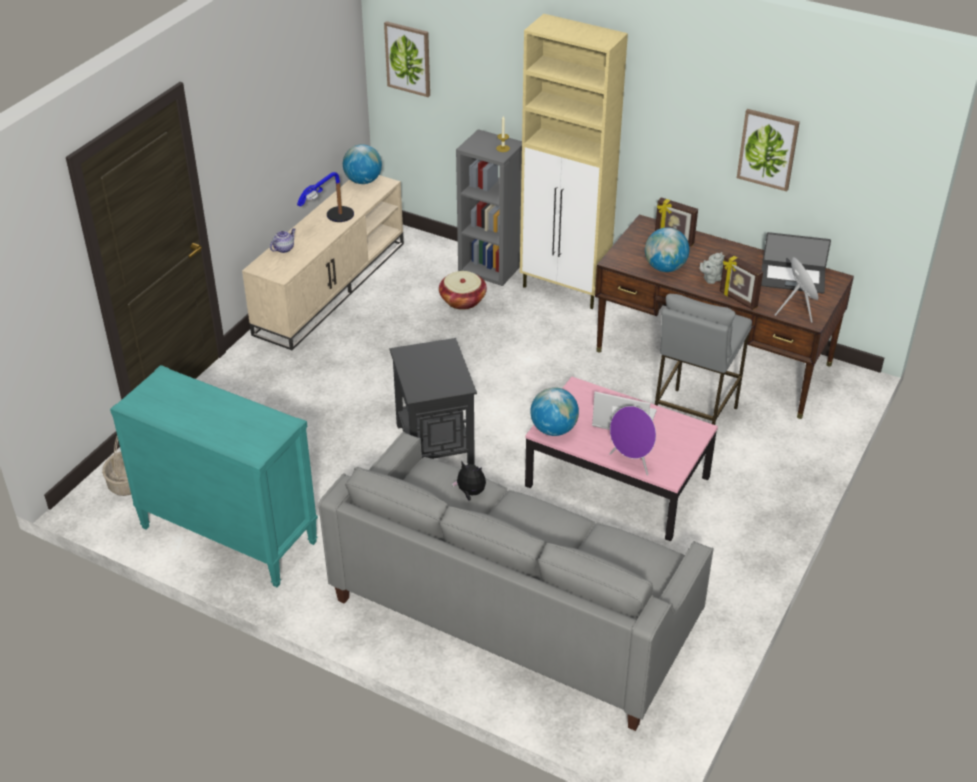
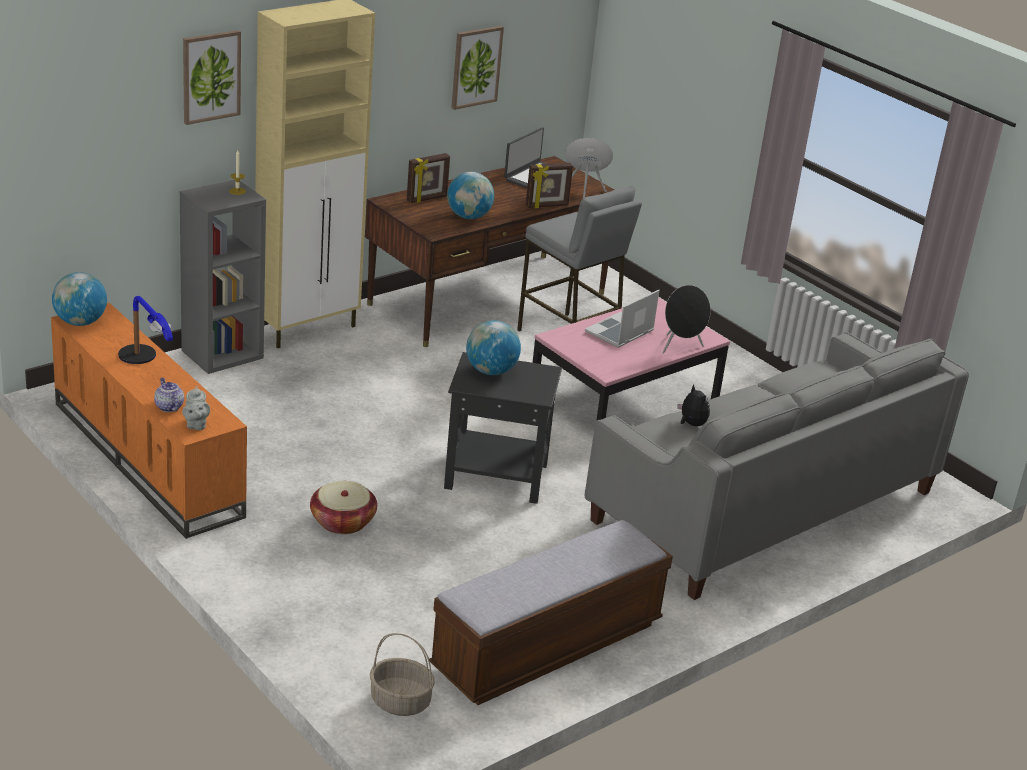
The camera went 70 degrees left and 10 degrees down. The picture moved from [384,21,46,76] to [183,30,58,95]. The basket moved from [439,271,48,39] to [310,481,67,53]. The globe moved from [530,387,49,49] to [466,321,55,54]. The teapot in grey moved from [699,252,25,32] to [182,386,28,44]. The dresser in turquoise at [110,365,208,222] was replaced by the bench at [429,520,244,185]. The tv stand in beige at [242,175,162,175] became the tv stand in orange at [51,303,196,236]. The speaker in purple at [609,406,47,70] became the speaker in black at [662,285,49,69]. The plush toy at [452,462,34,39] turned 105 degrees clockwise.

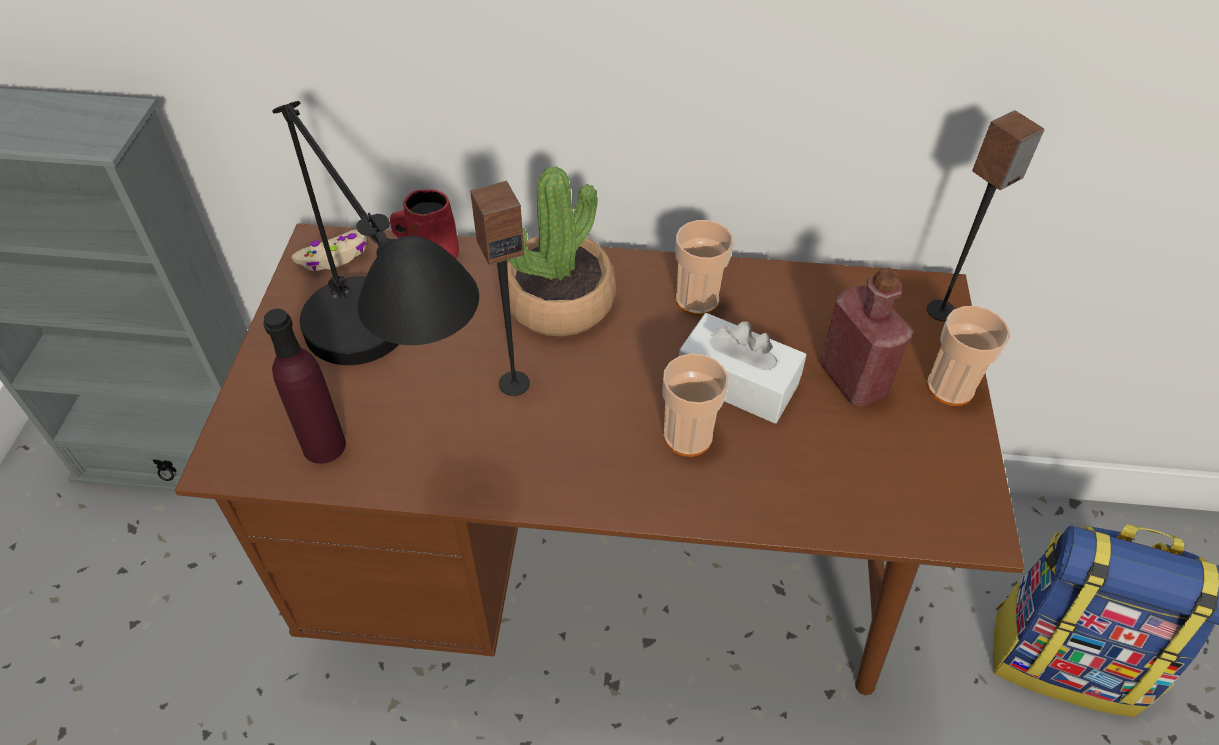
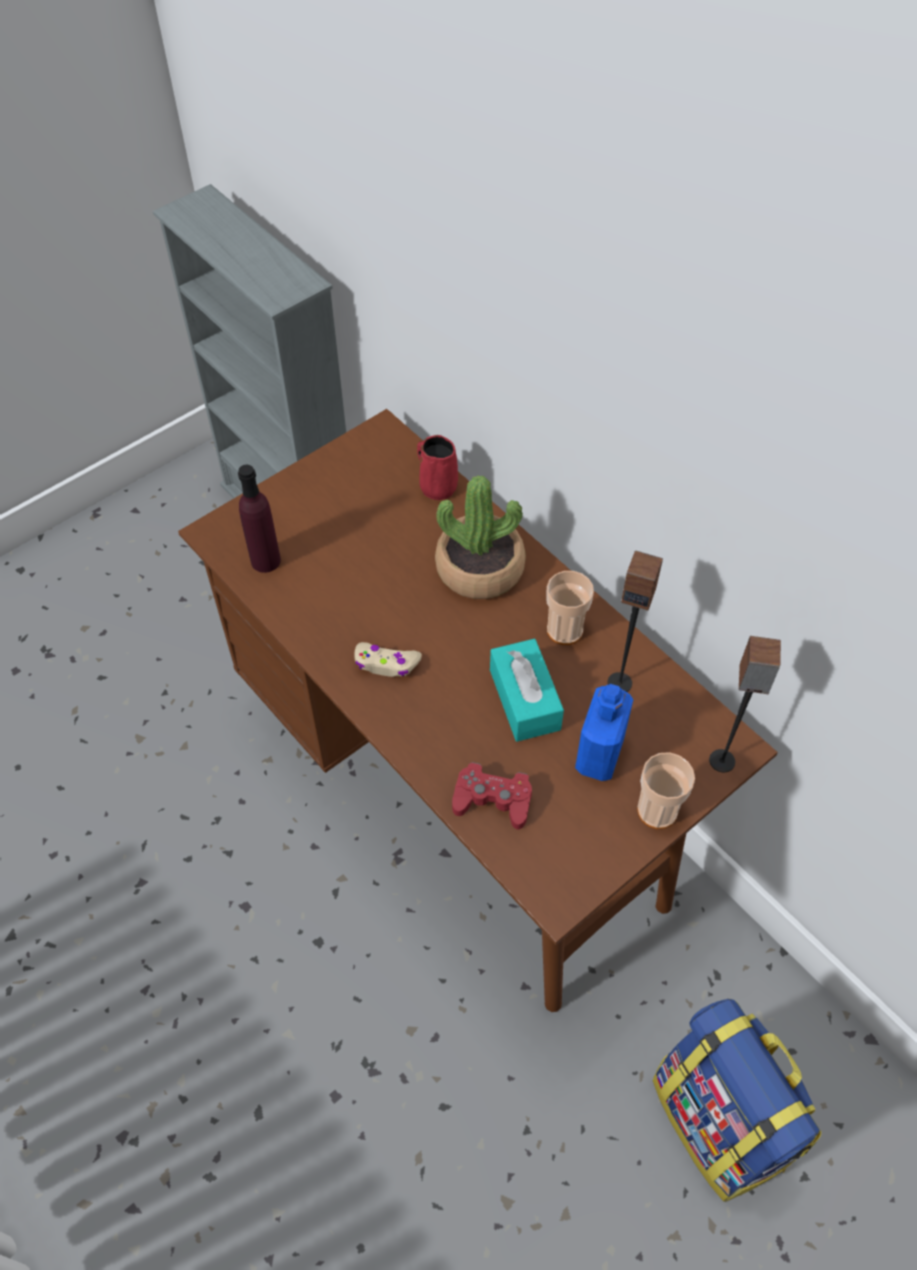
The camera went 45 degrees right and 5 degrees up. The table lamp in black at [272,101,207,264] disappeared. The cup at [662,353,66,104] disappeared. The game controller in red at [452,762,80,67] appeared. The game controller in beige moved from [291,229,76,42] to [355,642,67,35]. The speaker moved from [470,181,60,215] to [607,550,56,142]. The tissue box in white at [679,313,127,110] became the tissue box in turquoise at [490,639,74,103]. The bottle in red at [820,268,93,138] became the bottle in blue at [575,684,58,97].

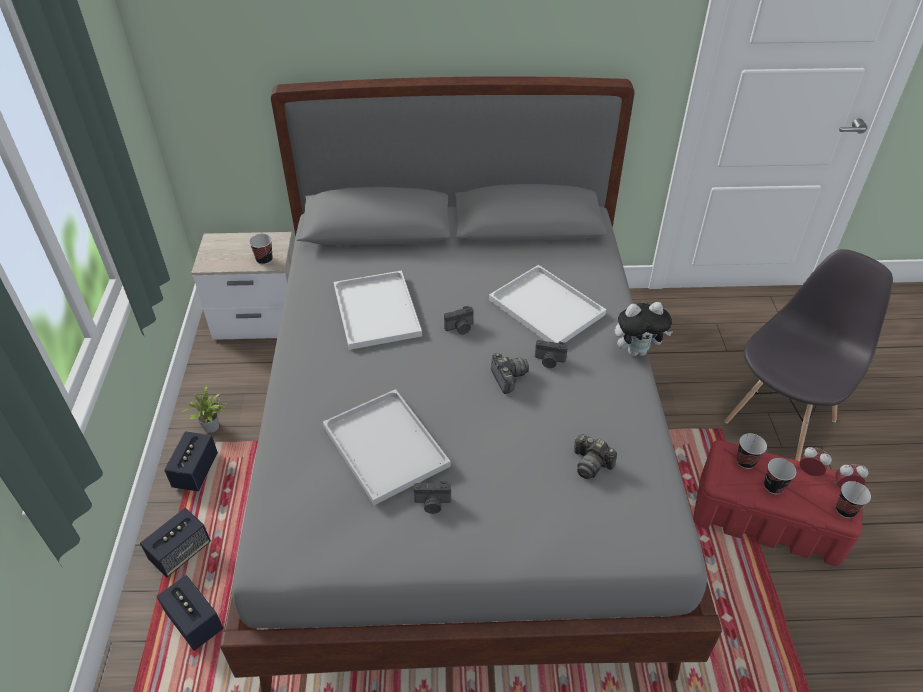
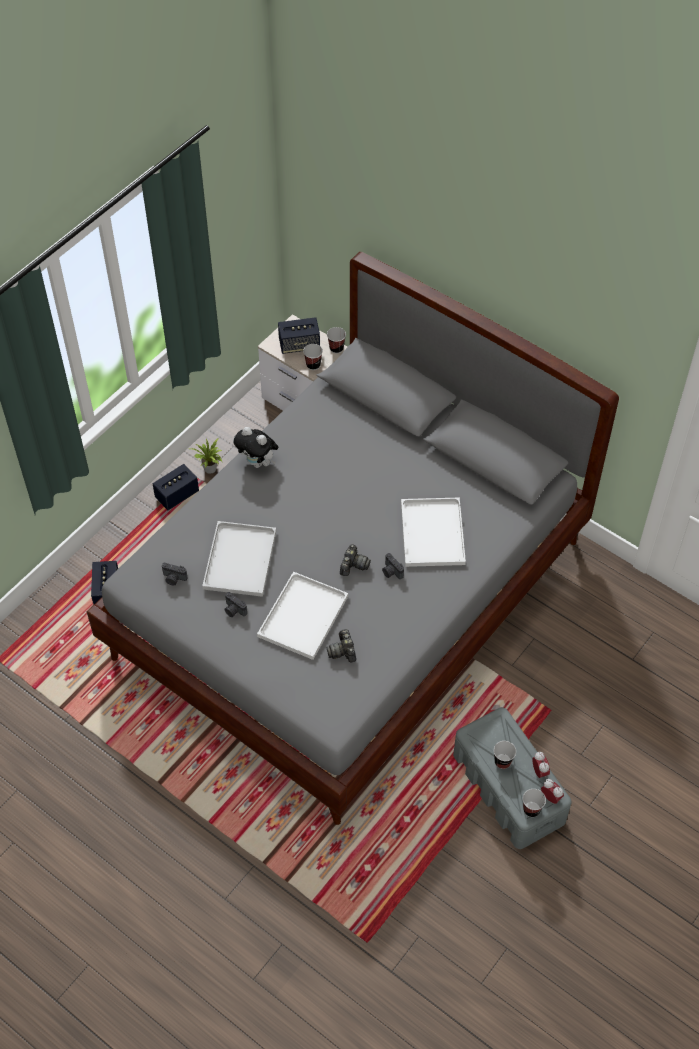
The camera went 40 degrees right and 10 degrees up. The chair in grey at [725,249,168,212] disappeared. The speaker moved from [140,508,71,69] to [278,317,42,37]. The tray in white moved from [334,271,88,79] to [257,572,91,88]. The photo camera moved from [444,306,30,29] to [162,562,26,24]. The plush toy moved from [615,302,58,54] to [234,427,44,41]. The cup moved from [736,433,31,36] to [327,327,19,27]. The storage box in red at [693,440,169,126] became the storage box in grey at [453,707,119,142].

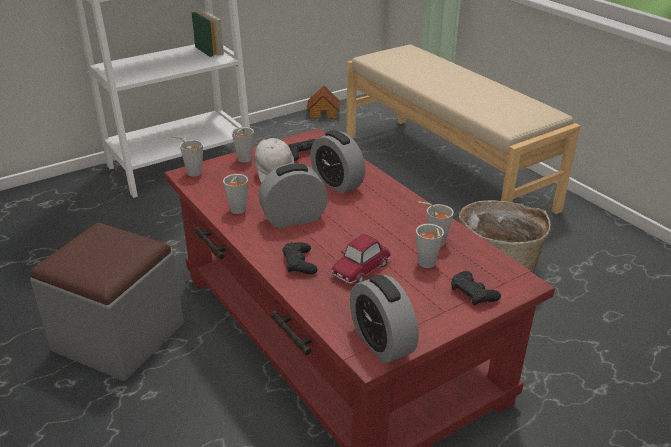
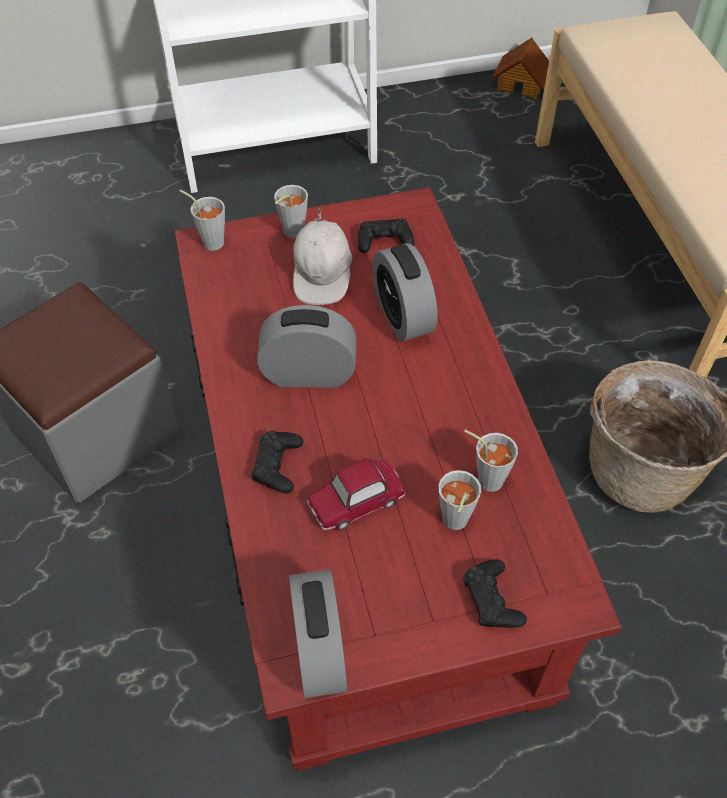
The camera went 20 degrees right and 20 degrees up. The cup in grey at [223,174,25,40] disappeared.

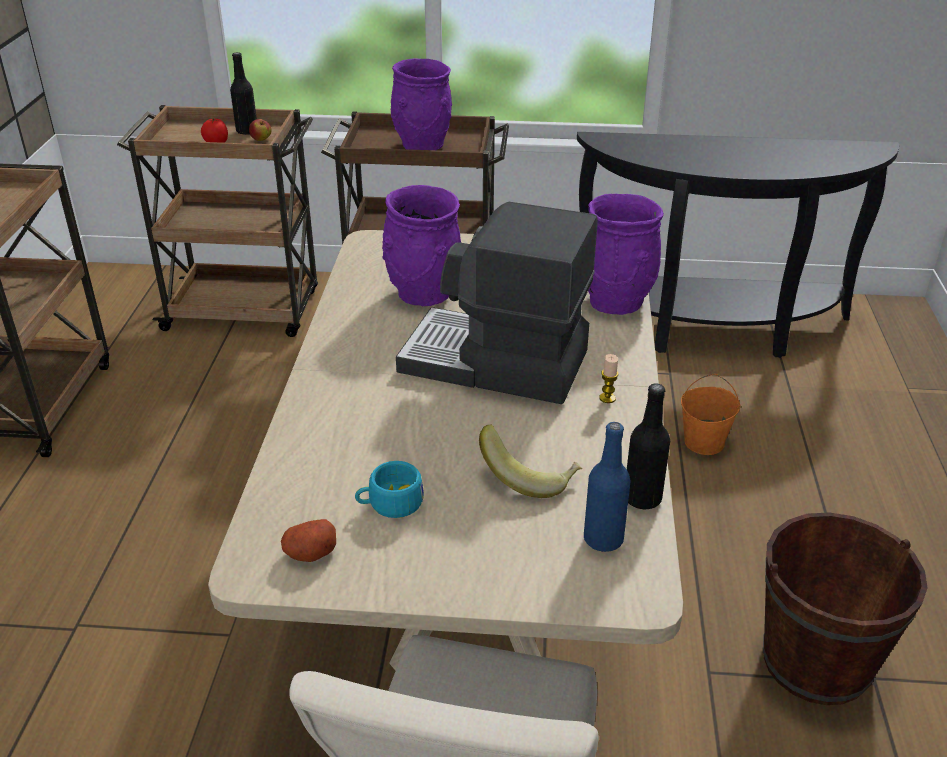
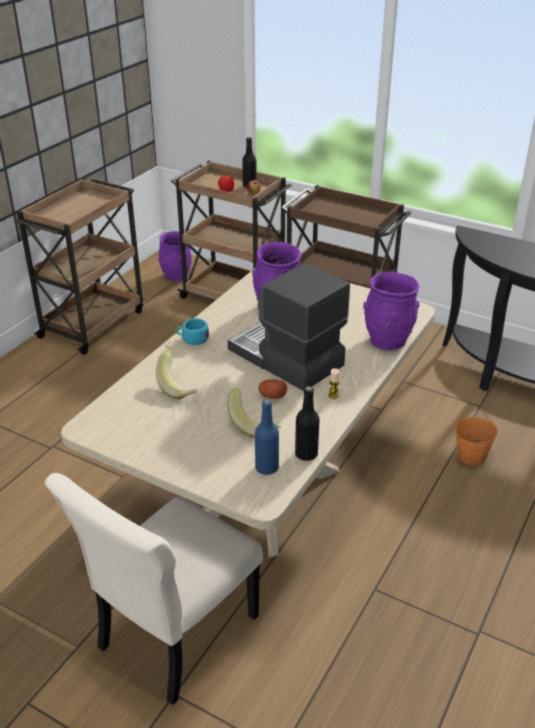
The camera went 25 degrees right and 0 degrees up. The bucket in brown at [763,512,165,193] disappeared. The banana at [156,350,41,49] appeared. The potato moved from [281,519,55,43] to [258,379,29,20]. The cup in turquoise moved from [355,461,69,57] to [175,318,34,27]. The vase in purple moved from [391,59,61,91] to [158,231,34,51].

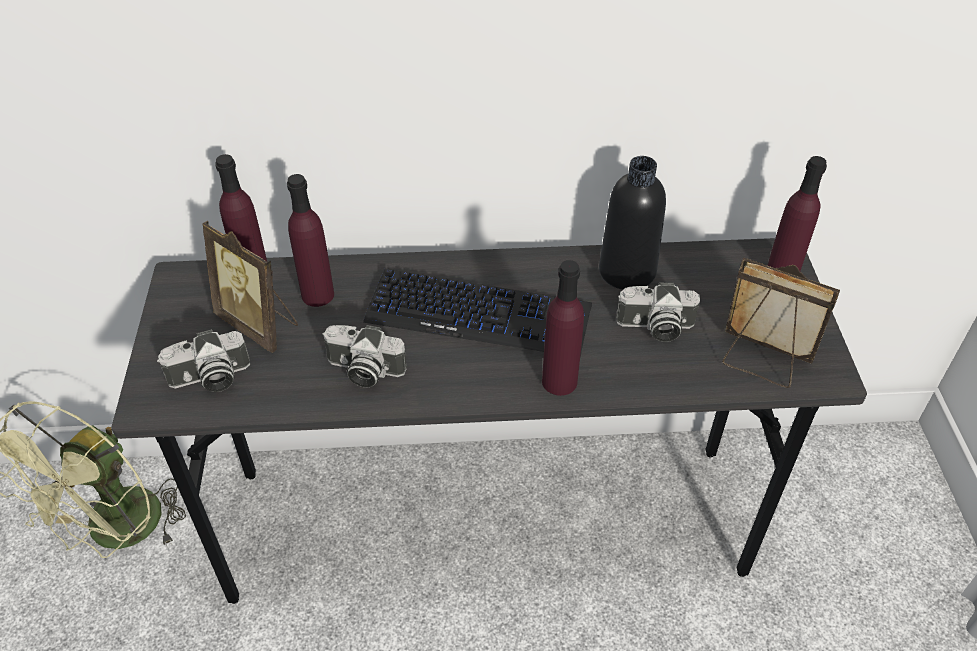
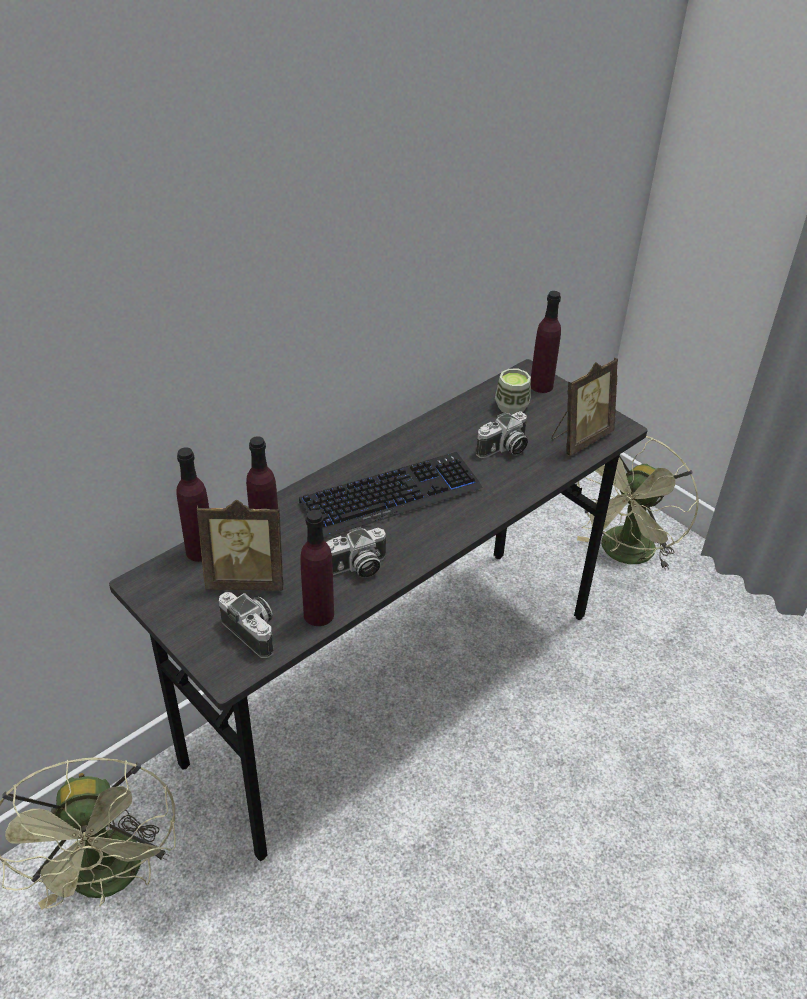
The camera went 40 degrees left and 5 degrees down. The bottle in black at [599,156,67,134] disappeared. The cup at [495,369,36,46] appeared. The fan in green at [577,436,122,134] appeared. The bottle in purple moved from [542,260,42,136] to [300,510,34,116]. The photo camera at [157,329,93,63] turned 75 degrees counterclockwise. The picture frame at [722,257,118,131] turned 150 degrees clockwise.

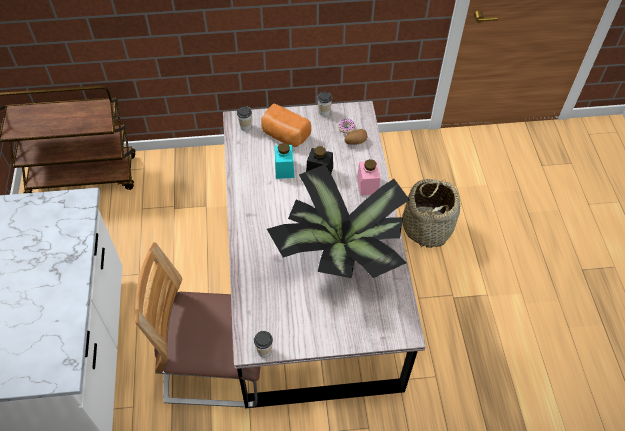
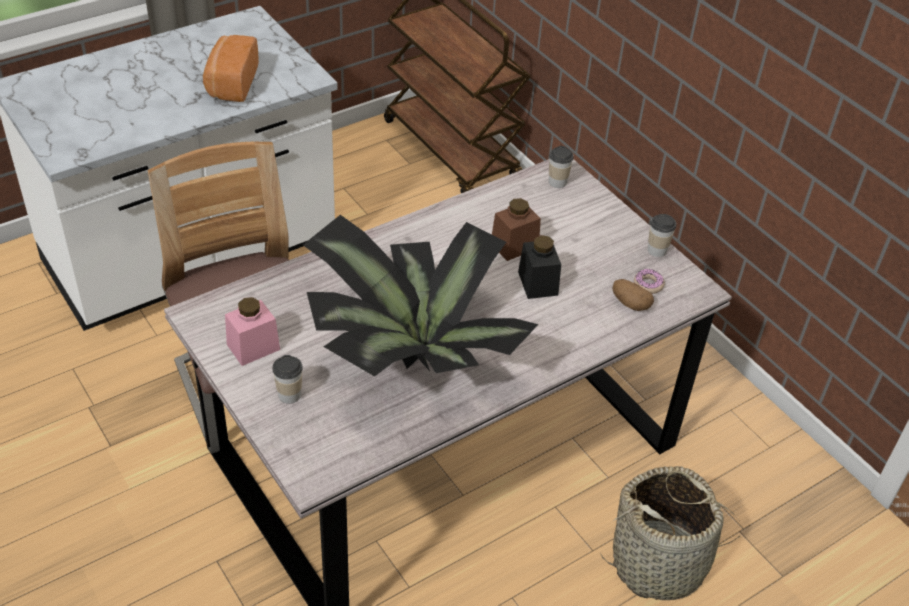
The camera went 60 degrees right and 10 degrees down. The cup moved from [254,331,19,27] to [272,355,31,49]. The bread moved from [261,103,50,44] to [203,35,56,67]. The jar in pink moved from [357,159,23,37] to [225,297,55,69]. The jar in turquoise at [275,143,20,36] became the jar in brown at [492,198,49,63].

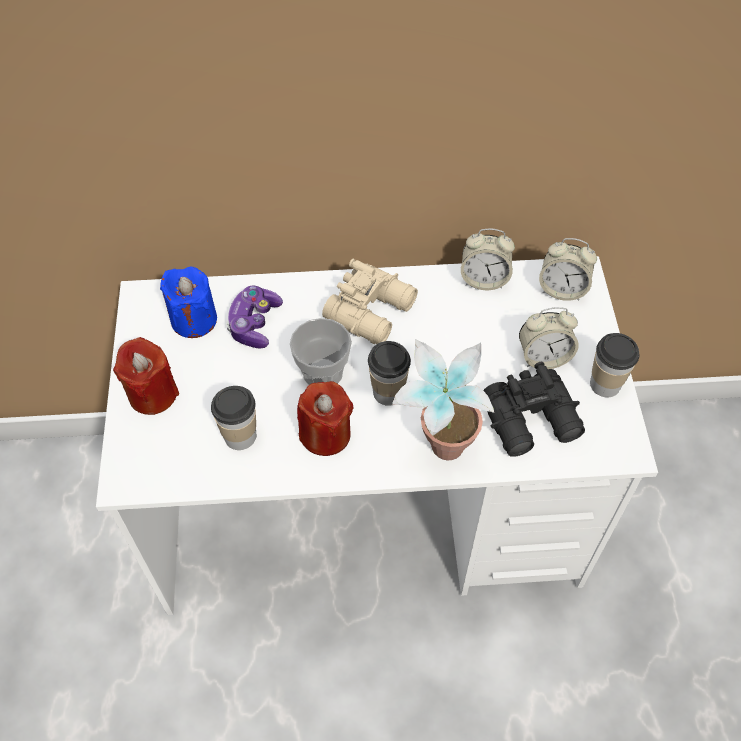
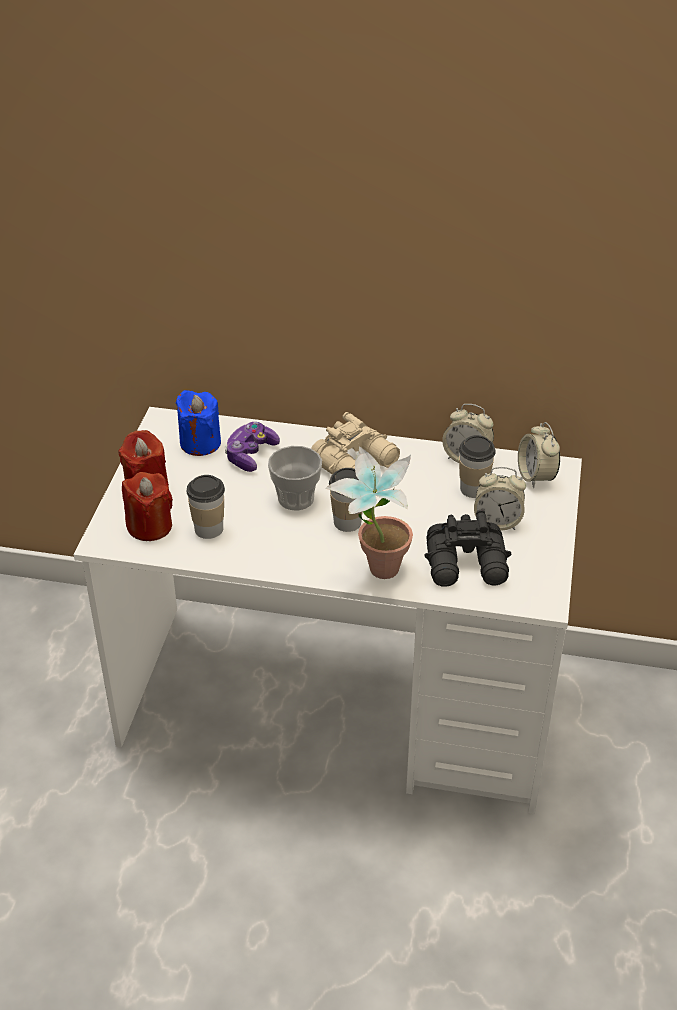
The camera went 15 degrees right and 15 degrees down. The candle in red moved from [297,381,57,75] to [122,472,51,69]. The cup moved from [590,333,49,64] to [459,435,37,63]. The alarm clock at [539,238,58,63] turned 45 degrees clockwise.

